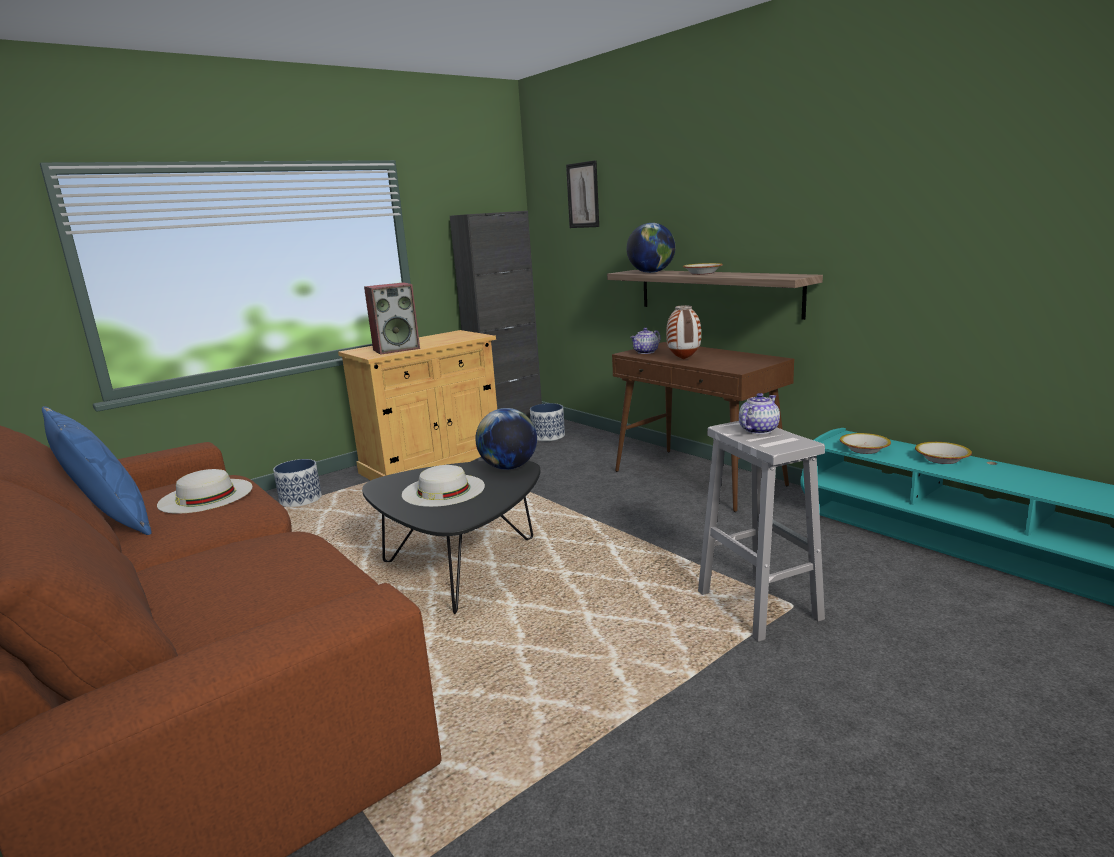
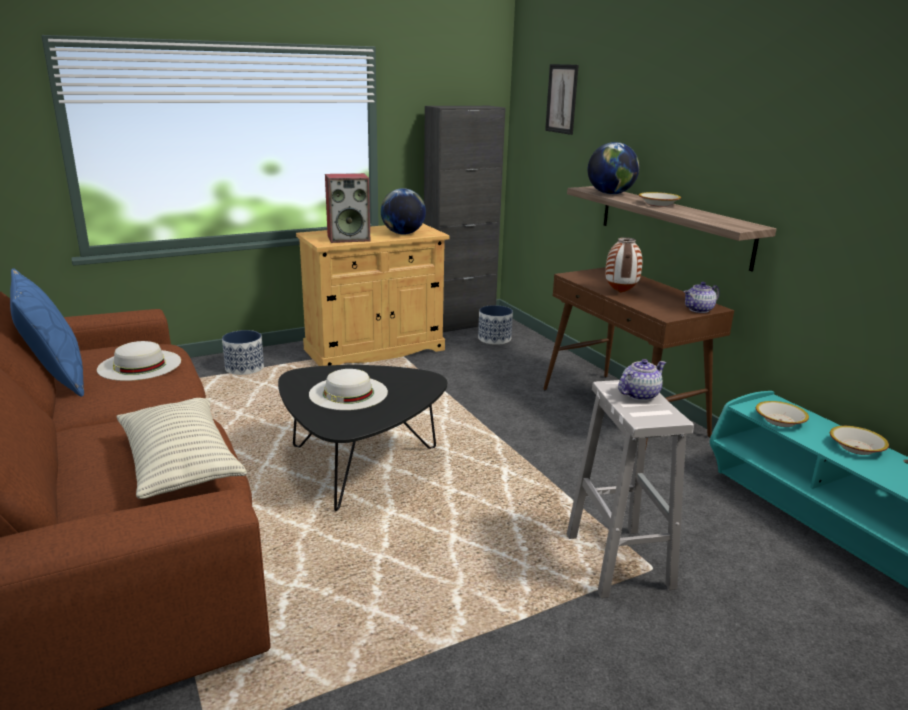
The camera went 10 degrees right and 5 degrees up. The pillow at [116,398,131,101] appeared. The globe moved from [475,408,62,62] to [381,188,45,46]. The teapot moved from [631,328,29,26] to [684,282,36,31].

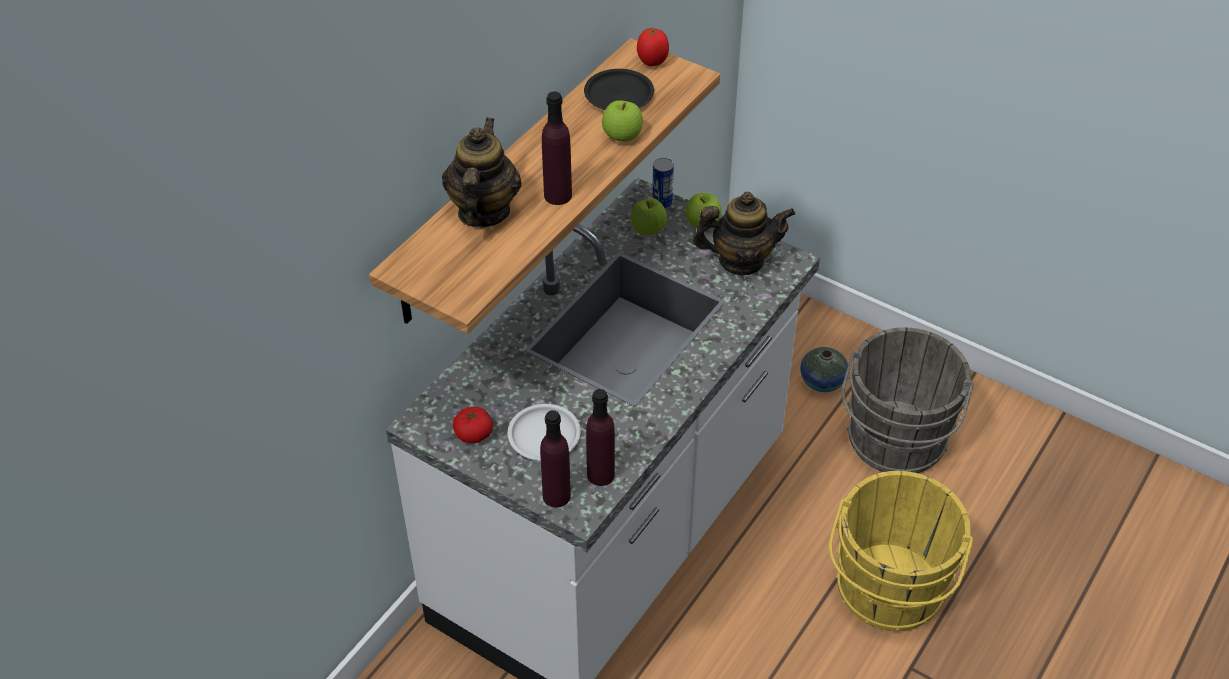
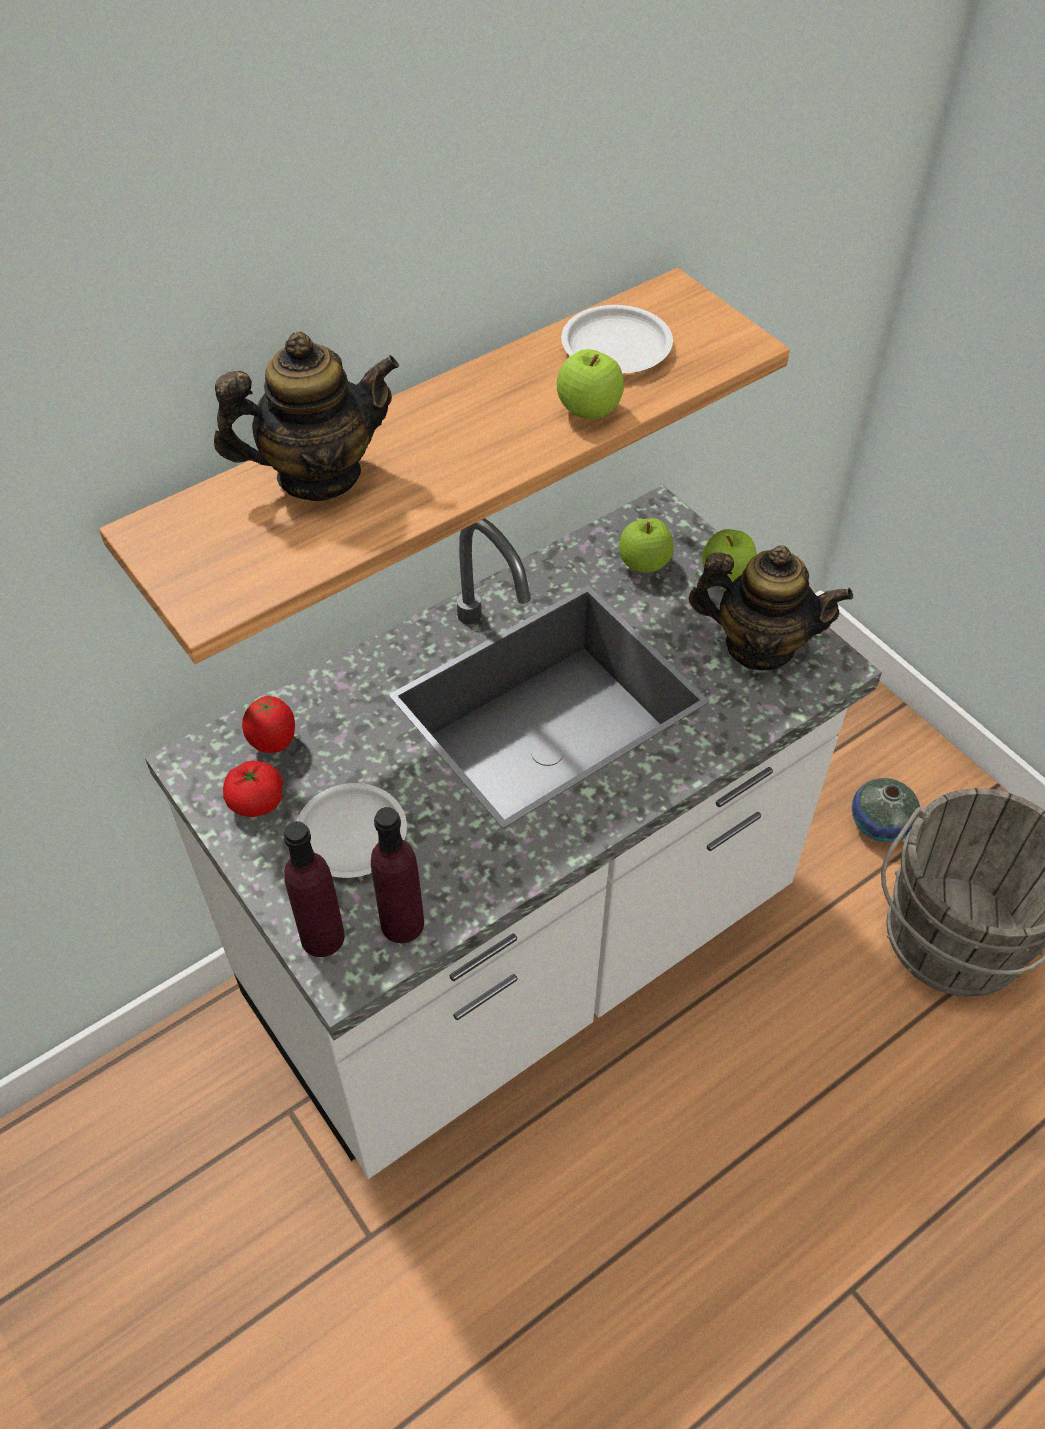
The camera went 20 degrees right and 5 degrees up. The bottle in purple at [542,91,30,114] disappeared. The can at [652,158,22,52] disappeared. The bucket in yellow at [829,471,145,160] disappeared. The tomato moved from [637,27,32,39] to [242,696,53,57]. The plate in black at [584,69,70,41] became the plate in white at [561,305,112,68]. The teapot at [442,117,80,111] turned 45 degrees clockwise.

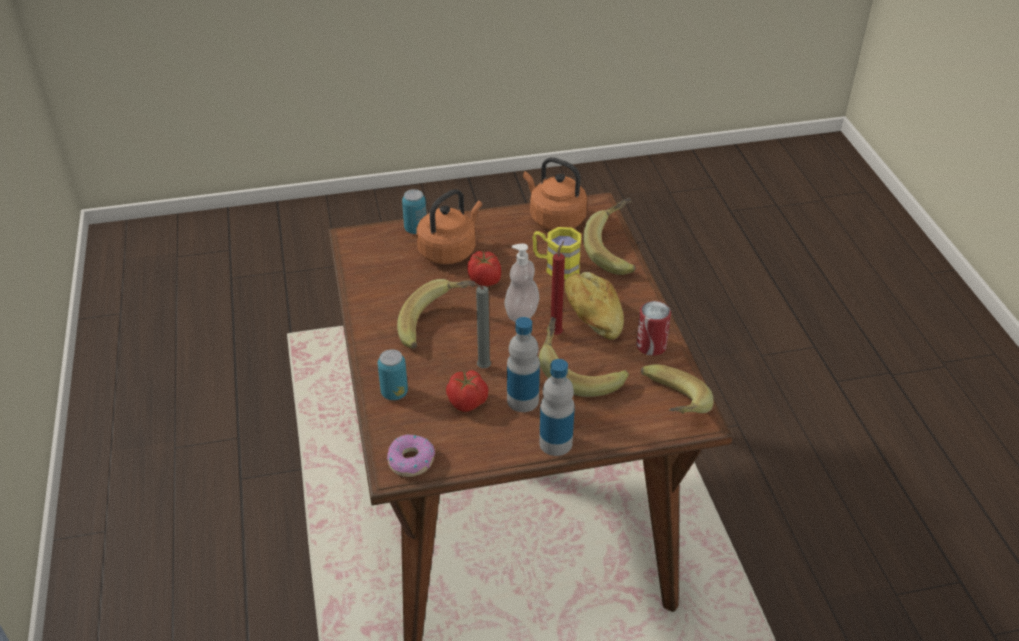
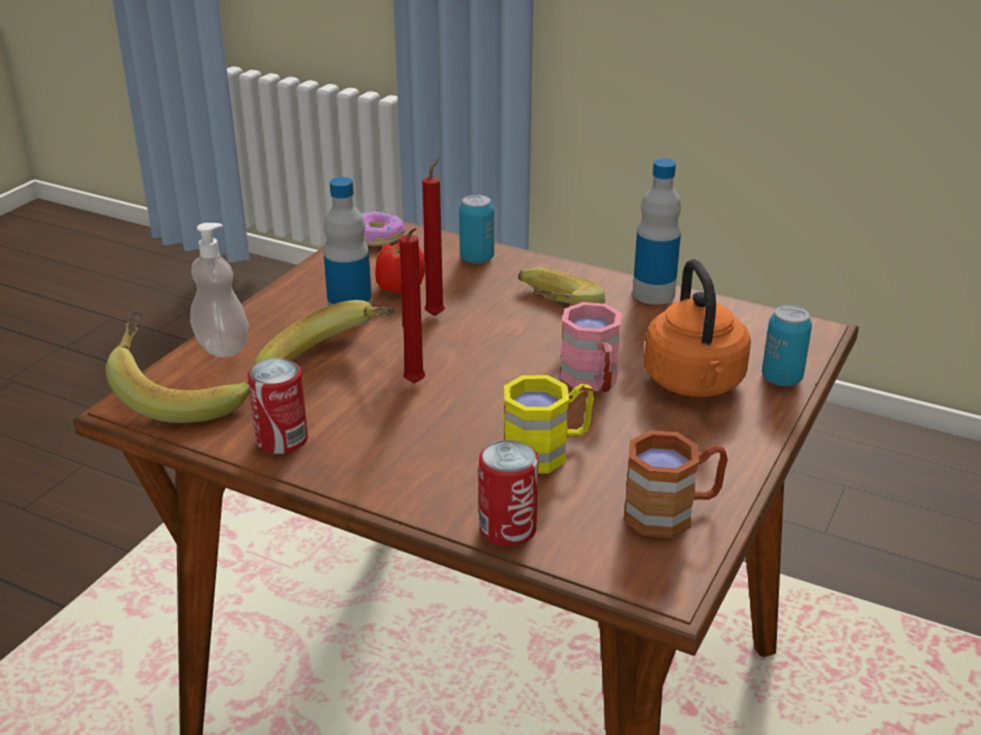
The camera went 130 degrees right and 10 degrees down. The bread at [564,272,60,68] disappeared. The soap dispenser moved from [505,243,34,79] to [190,223,59,134]. The bottle moved from [539,359,36,97] to [632,158,49,147]. The tomato at [467,251,34,35] was replaced by the mug in pink at [560,302,62,90]. The kettle in orange at [523,157,64,73] was replaced by the mug in brown at [624,430,104,108]. The banana at [583,198,53,77] was replaced by the can at [479,440,59,106]. The candle in grey at [469,282,22,86] became the candle in red at [422,158,23,158].

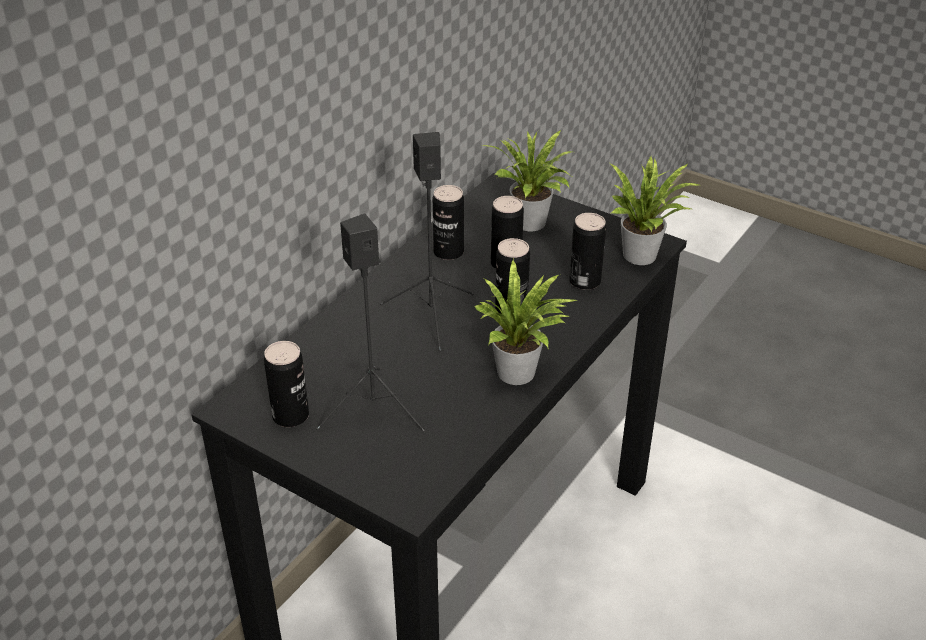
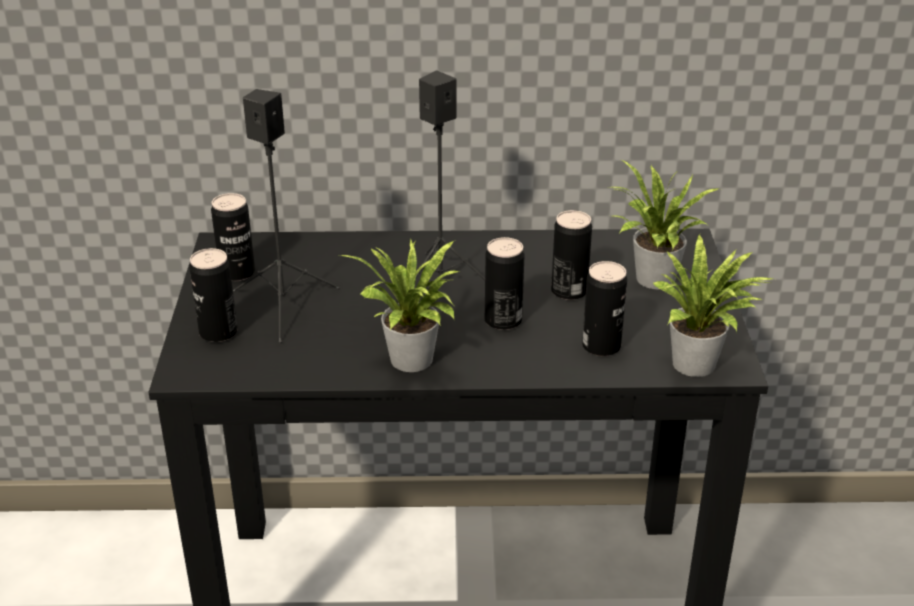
The camera went 55 degrees right and 5 degrees down. The can moved from [433,185,31,75] to [189,248,49,94].

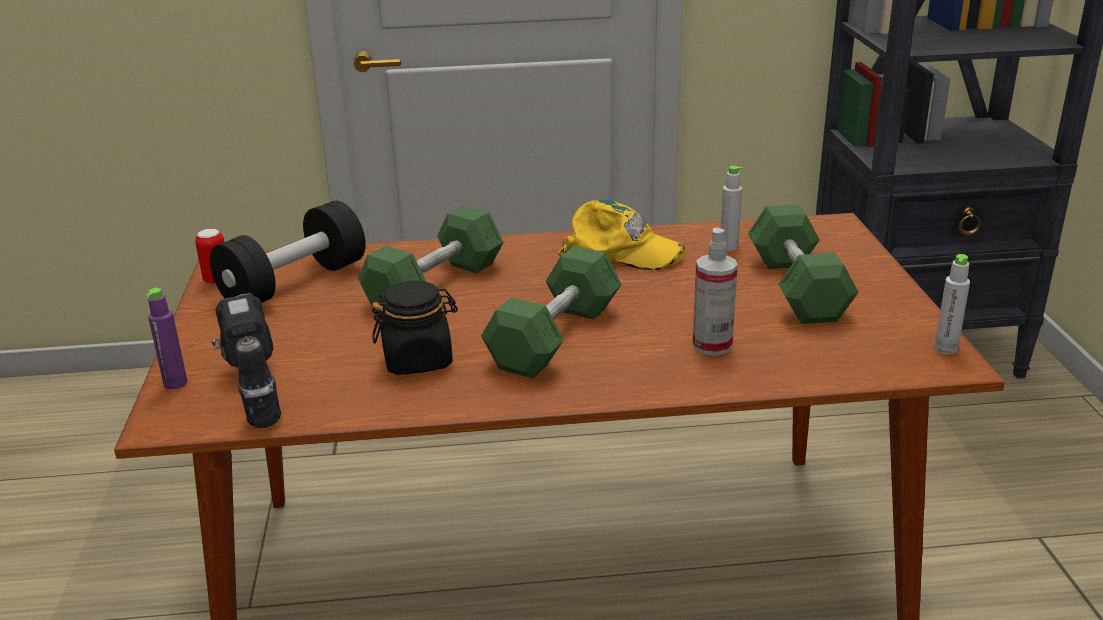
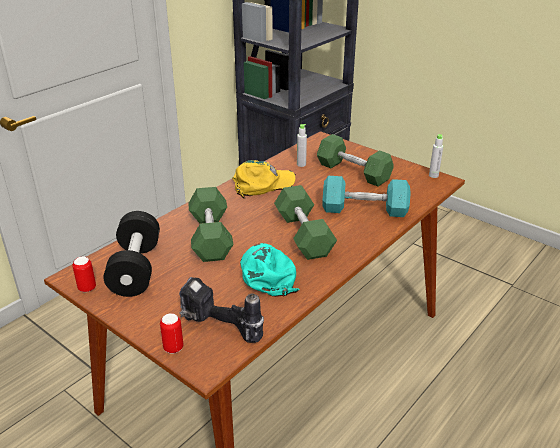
The camera went 45 degrees left and 5 degrees up. The bottle in purple at [146,288,42,101] was replaced by the can at [160,313,23,41]. The jar in black at [372,281,86,94] was replaced by the cap in turquoise at [240,243,59,54]. The spray bottle at [693,227,45,129] was replaced by the dumbbell in turquoise at [323,176,88,41].

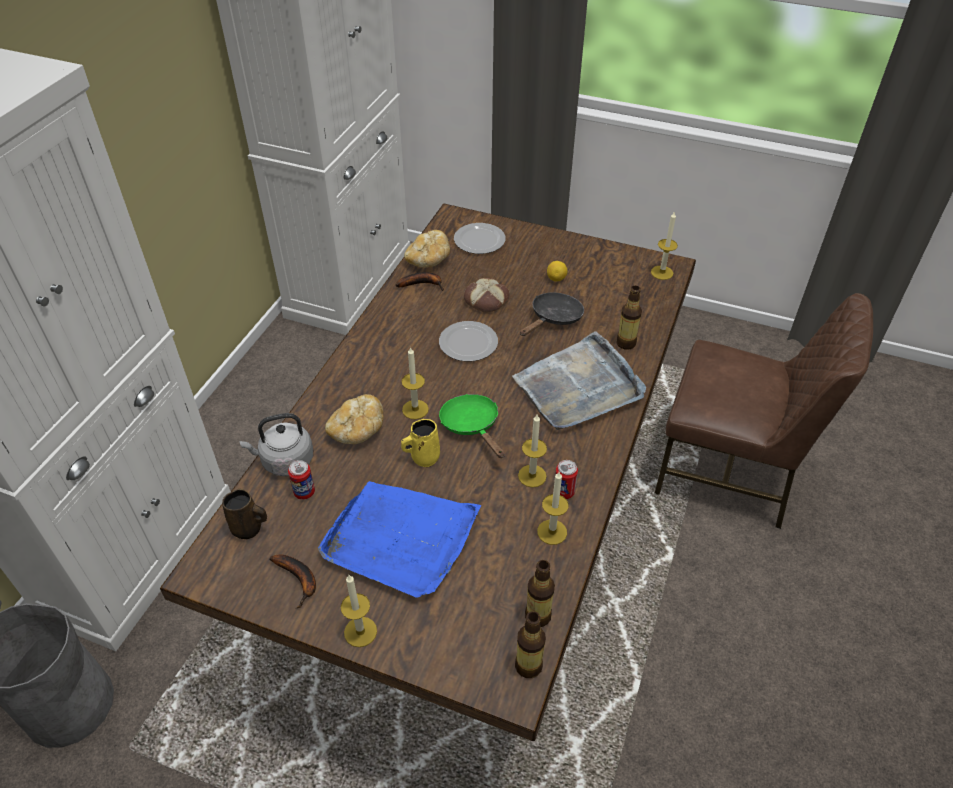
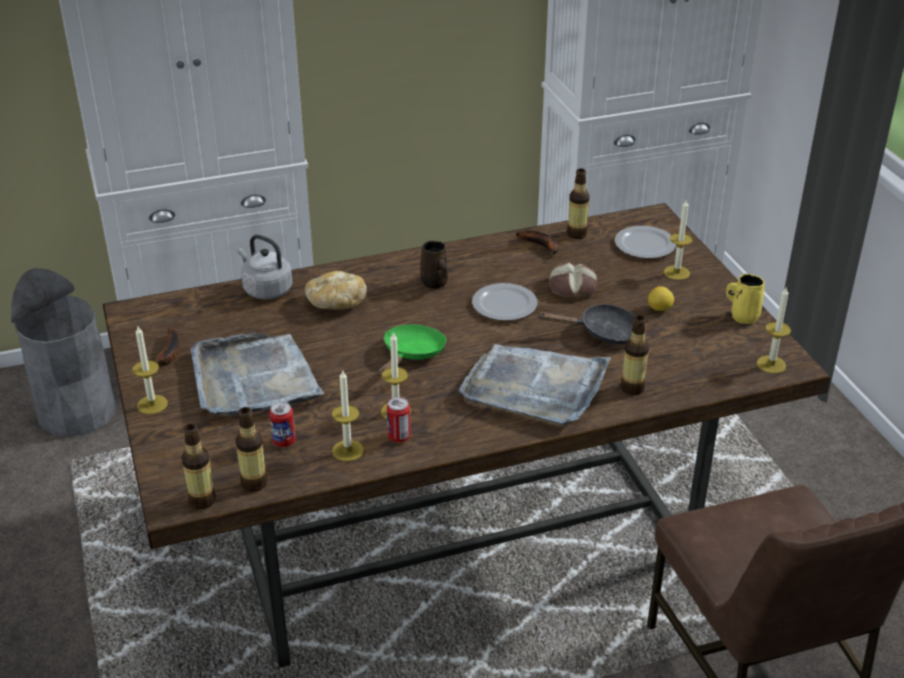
The camera went 50 degrees right and 10 degrees down. The mug in brown moved from [222,489,45,50] to [420,241,28,48]. The can moved from [288,460,27,40] to [269,402,27,45]. The mug in yellow moved from [401,419,39,48] to [726,274,39,50]. The candle moved from [402,347,27,72] to [664,200,28,80]. The bread at [404,230,46,38] was replaced by the bottle at [567,168,23,71]. The tray in blue at [318,481,163,117] became the tray in grey at [191,333,133,83].

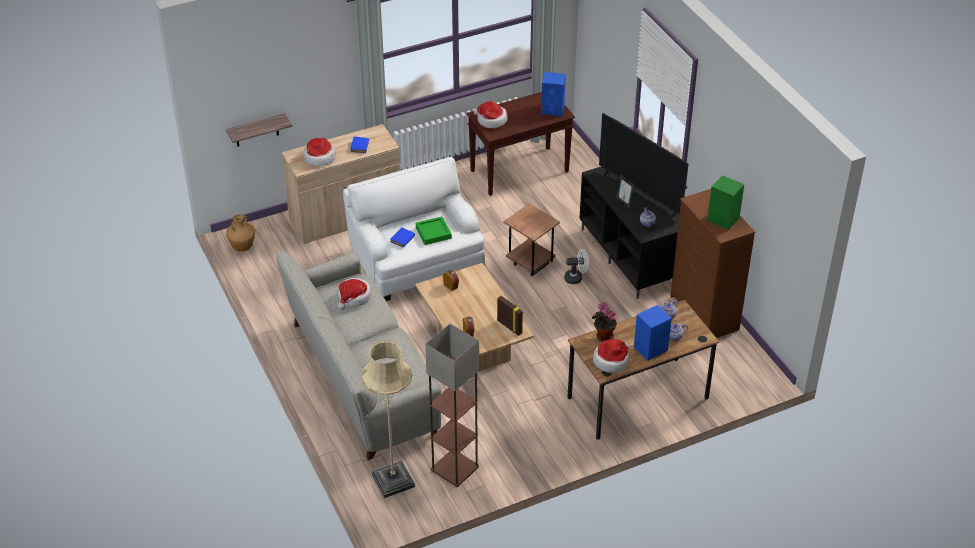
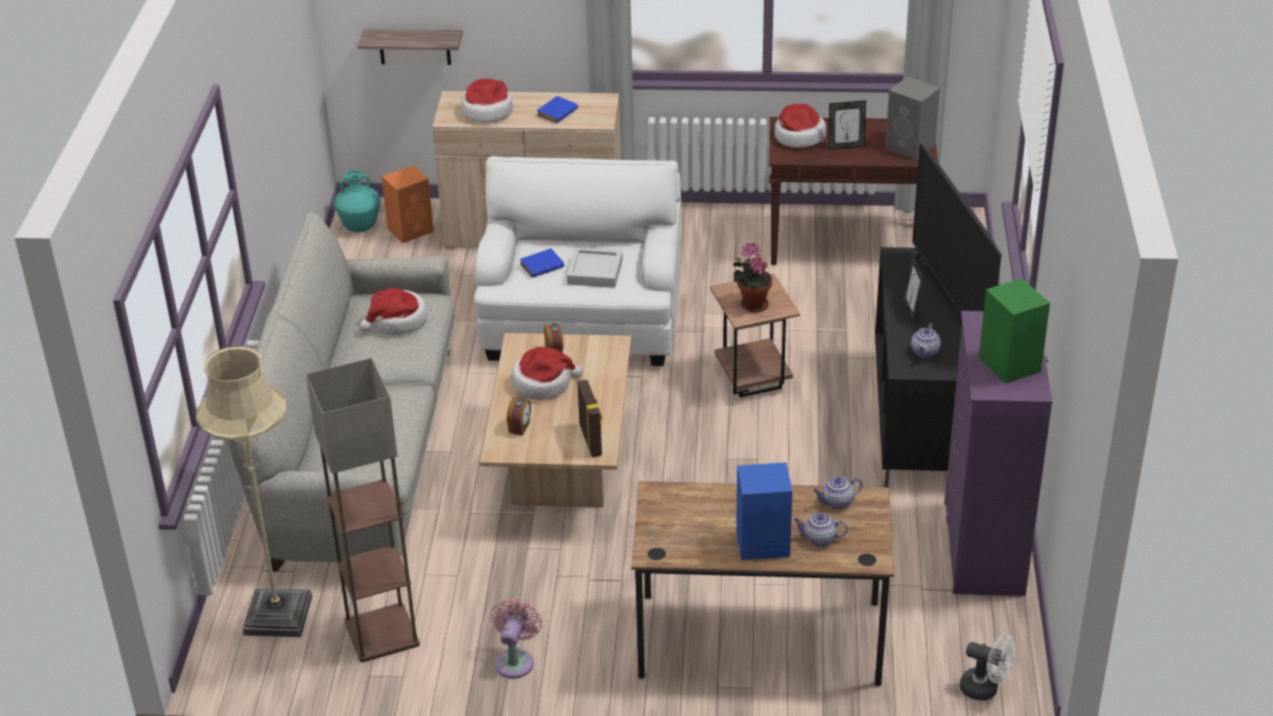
The camera went 30 degrees right and 5 degrees down. The speaker in orange at [382,165,52,78] appeared. The fan in pink at [491,598,51,81] appeared. The picture frame at [828,100,38,50] appeared. The fan in white moved from [564,249,25,35] to [960,634,55,66]. The potted plant moved from [592,302,25,40] to [733,243,39,69]. The hat moved from [593,339,36,34] to [511,347,72,53]. The vase in brown at [226,214,29,38] became the vase in turquoise at [334,170,47,62]. The tray in green at [416,216,36,29] became the tray in grey at [566,248,57,40]. The speaker in blue at [541,72,25,44] became the speaker in grey at [885,77,55,83]. The dresser in brown at [670,189,85,149] became the dresser in purple at [945,311,107,285].

